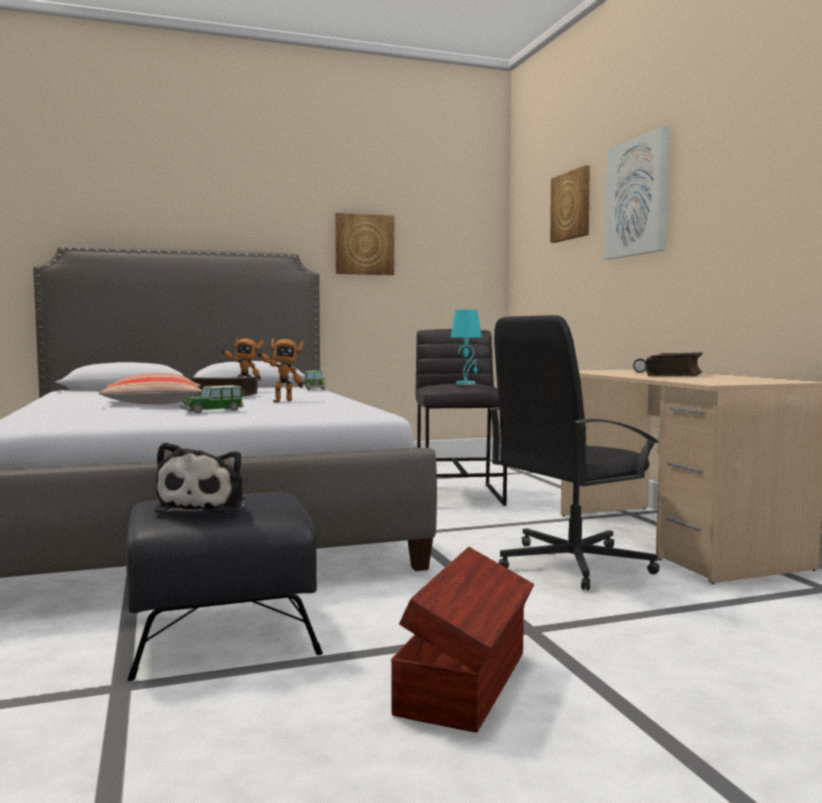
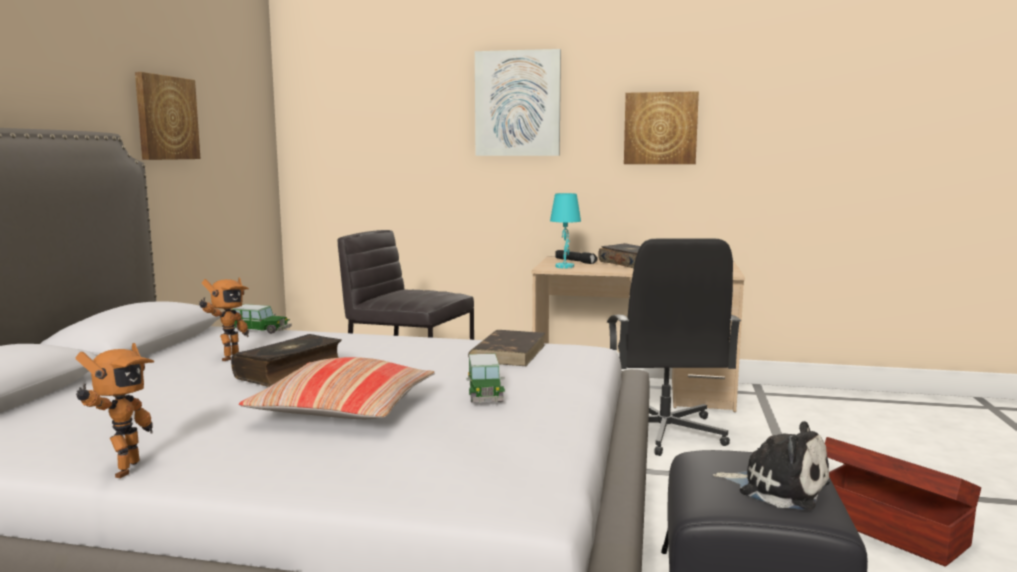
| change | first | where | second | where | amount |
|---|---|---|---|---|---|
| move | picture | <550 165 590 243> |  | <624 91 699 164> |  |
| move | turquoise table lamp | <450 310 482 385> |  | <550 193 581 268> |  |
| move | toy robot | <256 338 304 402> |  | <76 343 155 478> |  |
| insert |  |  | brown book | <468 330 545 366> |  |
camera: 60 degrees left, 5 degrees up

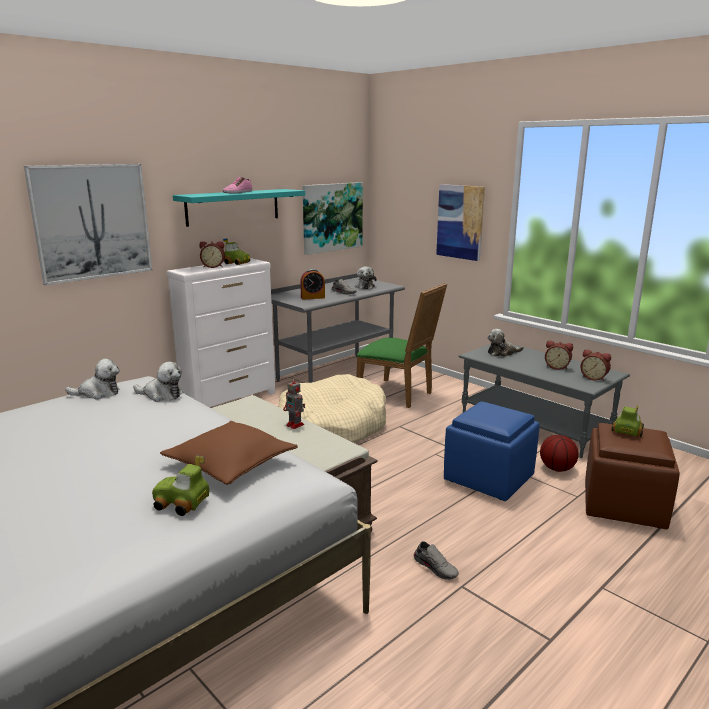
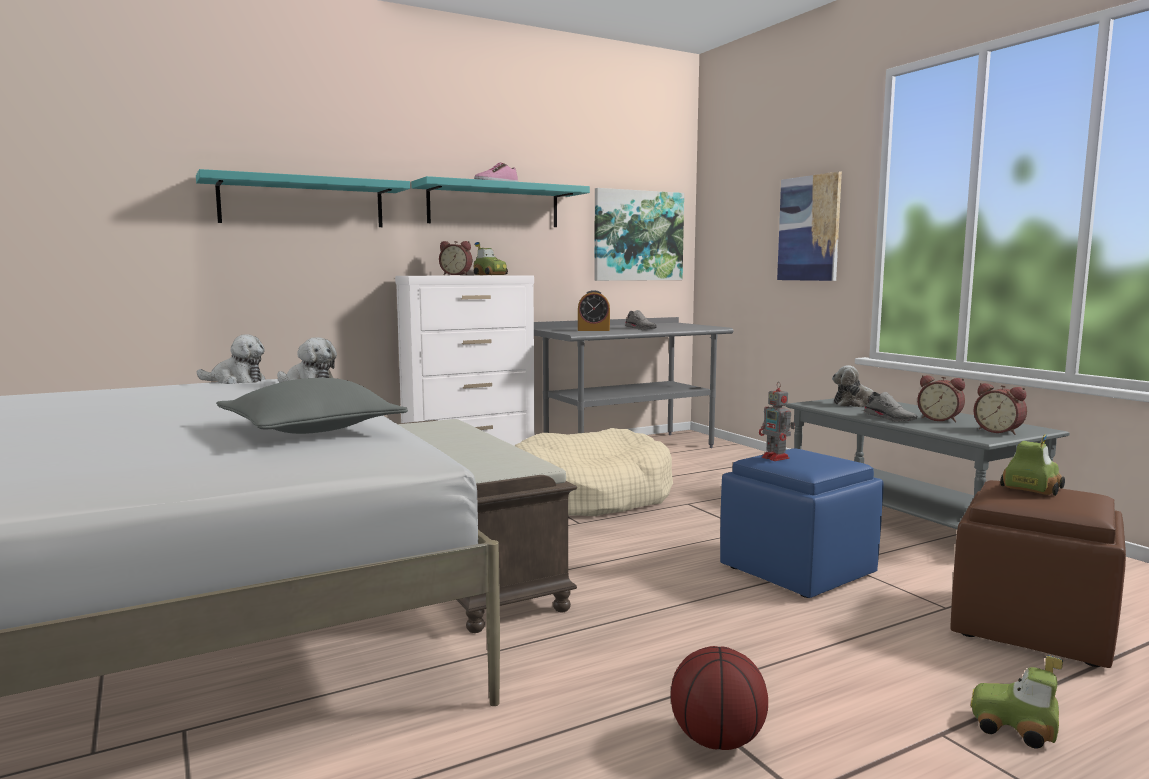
| change | first | where | second | where | amount |
|---|---|---|---|---|---|
| replace | picture | <24 164 152 285> | turquoise shelf | <196 169 410 227> |  |
| delete | plush toy | <355 266 377 289> |  |  |  |
| delete | green chair | <356 283 447 408> |  |  |  |
| move | toy robot | <283 377 305 429> |  | <759 382 795 461> |  |
| recolor | brown pillow | <160 421 298 485> | grey pillow | <216 378 408 434> |  |
| move | basketball | <540 435 579 472> |  | <671 646 768 750> |  |
| move | toy car | <152 455 209 516> |  | <971 655 1063 749> |  |
| move | grey shoe | <413 541 459 580> |  | <864 392 917 422> |  |
camera: 15 degrees right, 10 degrees down

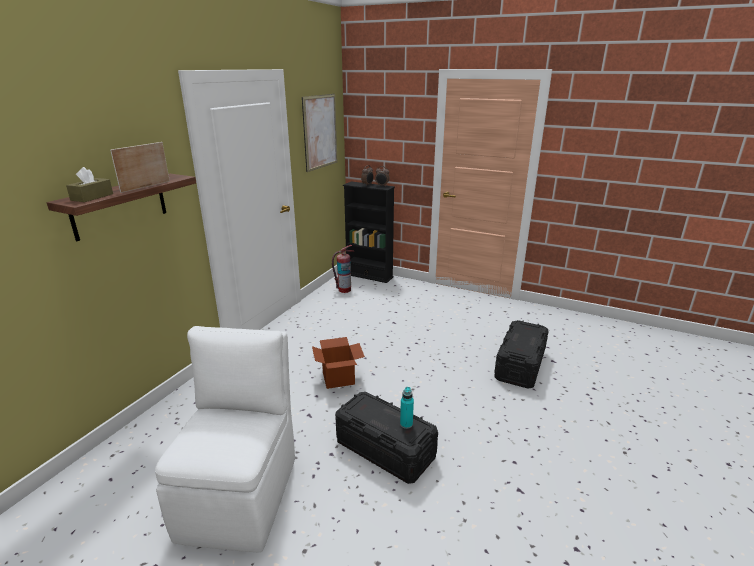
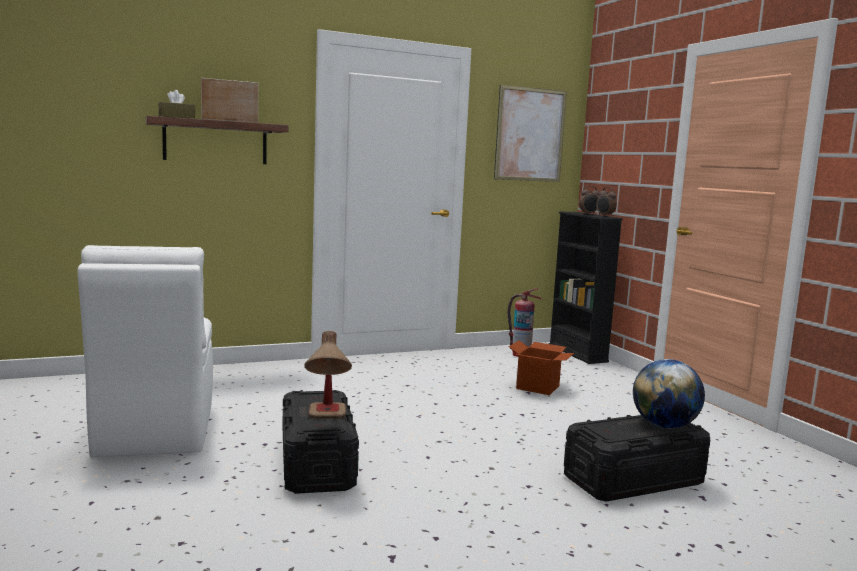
| change | first | where | second | where | amount |
|---|---|---|---|---|---|
| rotate | white chair | <155 326 295 552> |  | <78 245 213 457> | 120 degrees clockwise |
| move | cardboard box | <312 337 365 389> |  | <509 340 574 395> |  |
| replace | turquoise bottle | <400 387 414 429> | table lamp | <305 331 352 419> |  |
| insert |  |  | globe | <633 359 705 428> |  |
camera: 40 degrees right, 15 degrees down

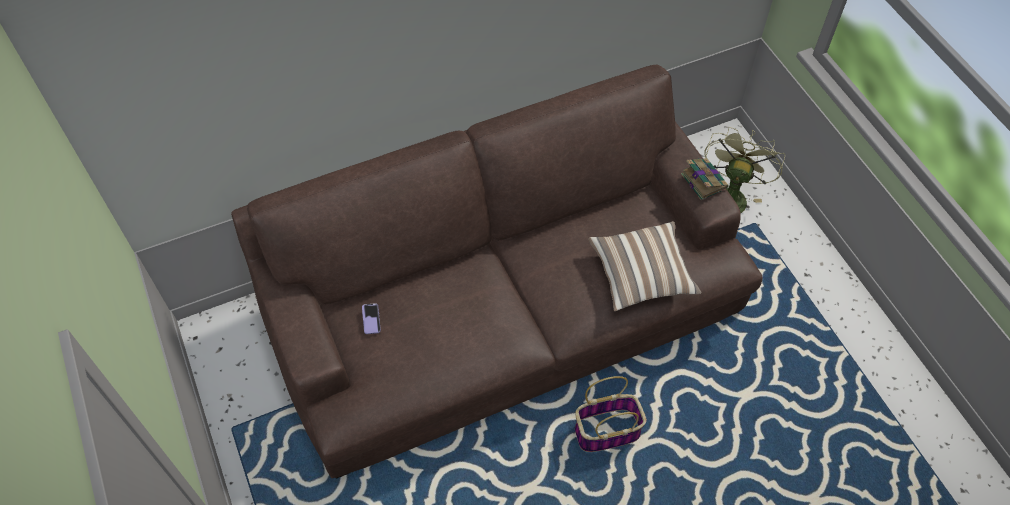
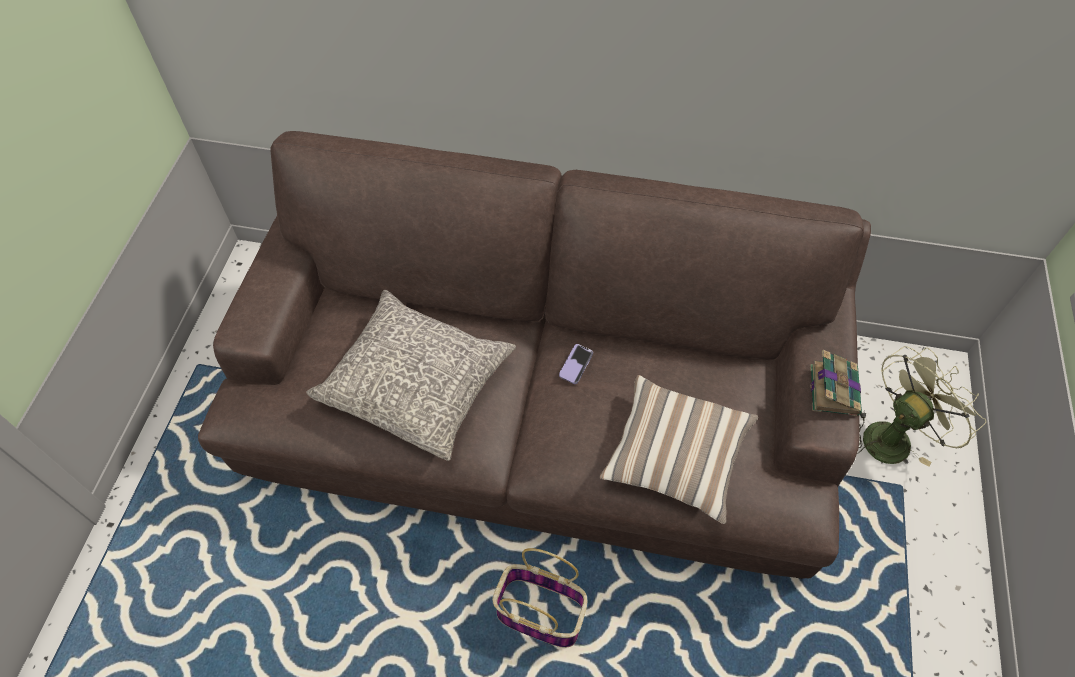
| change | first | where | second | where | amount |
|---|---|---|---|---|---|
| move | phone | <362 303 381 334> |  | <559 344 593 384> |  |
| insert |  |  | grey pillow | <306 290 516 461> |  |
camera: 35 degrees right, 0 degrees up

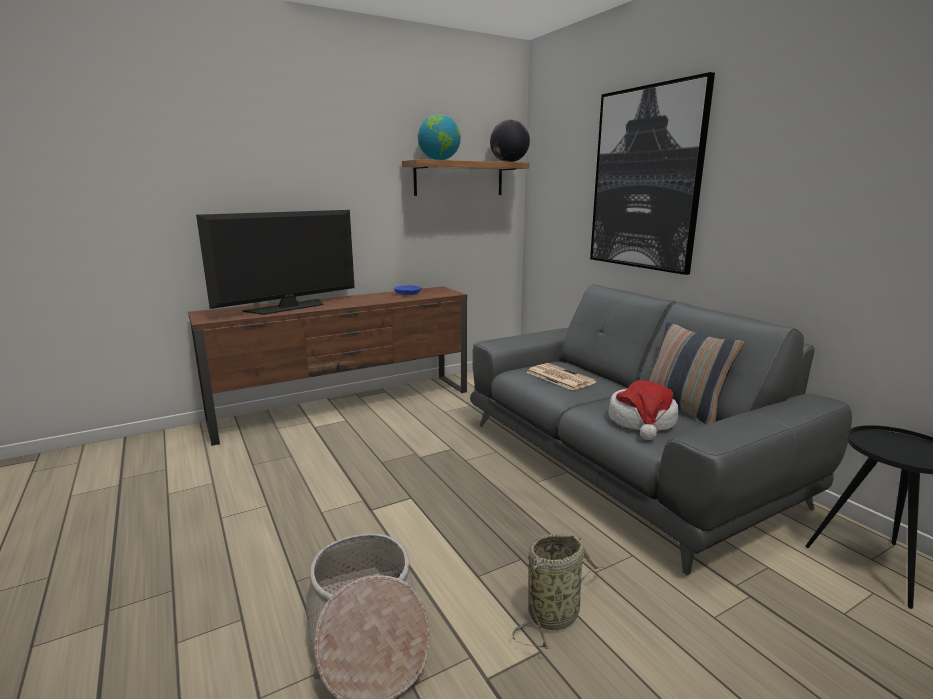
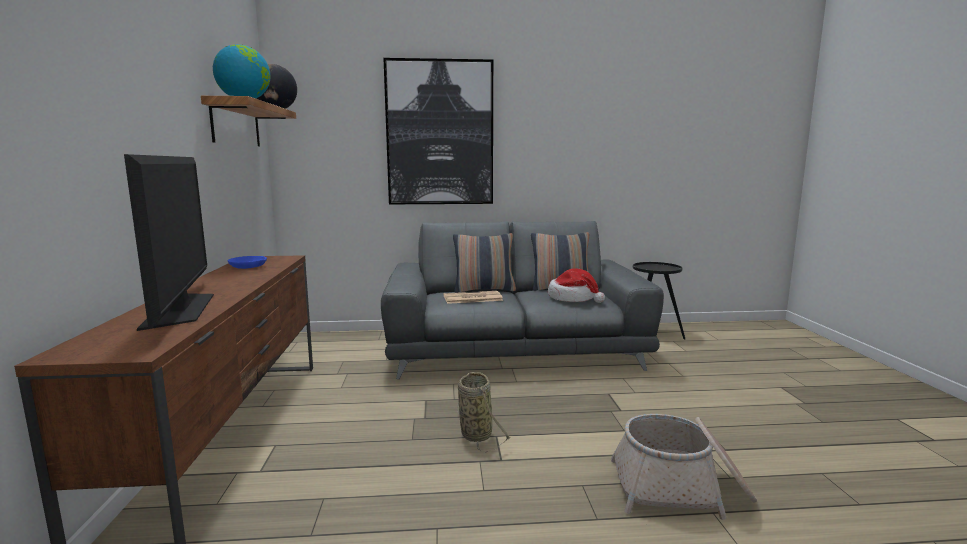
| change | first | where | second | where | amount |
|---|---|---|---|---|---|
| move | basket | <512 534 603 649> |  | <456 372 510 453> |  |
| insert |  |  | pillow | <453 233 516 293> |  |
camera: 65 degrees left, 5 degrees down

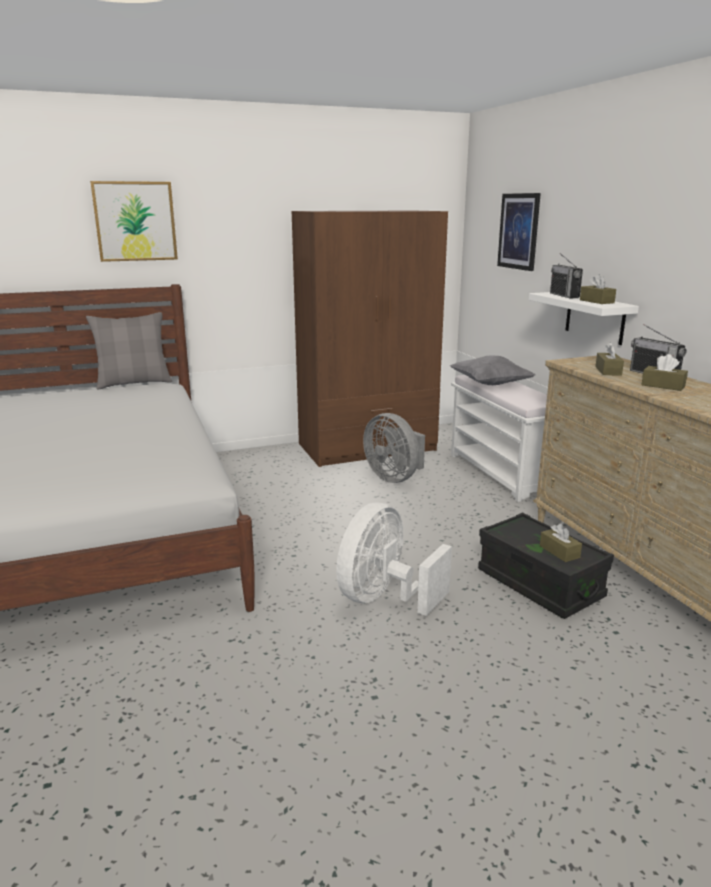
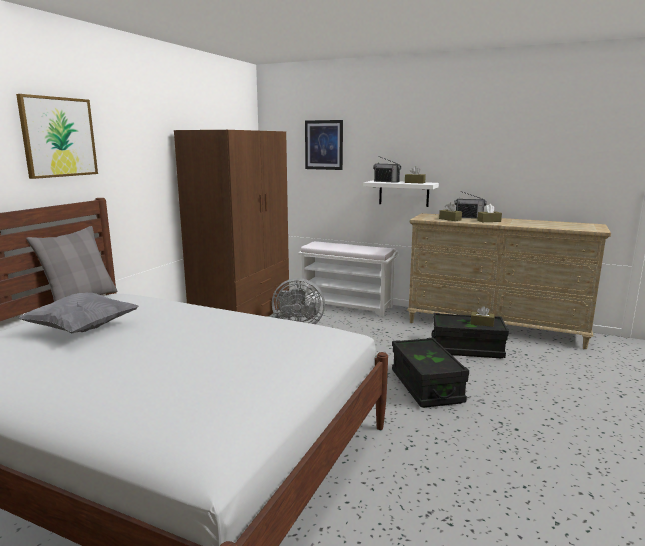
| change | first | where | second | where | amount |
|---|---|---|---|---|---|
| move | grey pillow | <450 356 535 385> |  | <19 293 139 334> |  |
| replace | white fan | <336 503 452 616> | black storage box | <392 337 469 408> |  |
camera: 45 degrees left, 5 degrees down

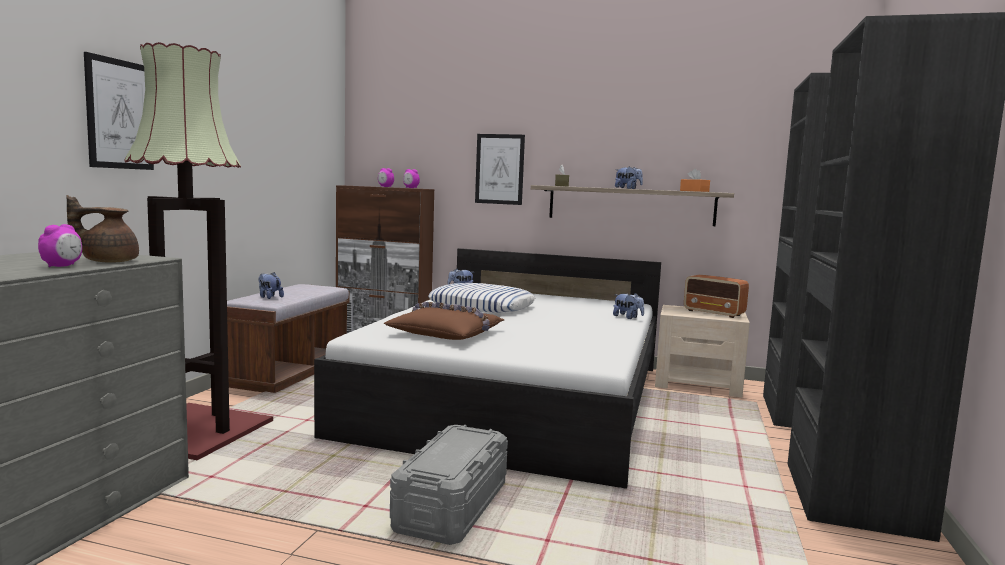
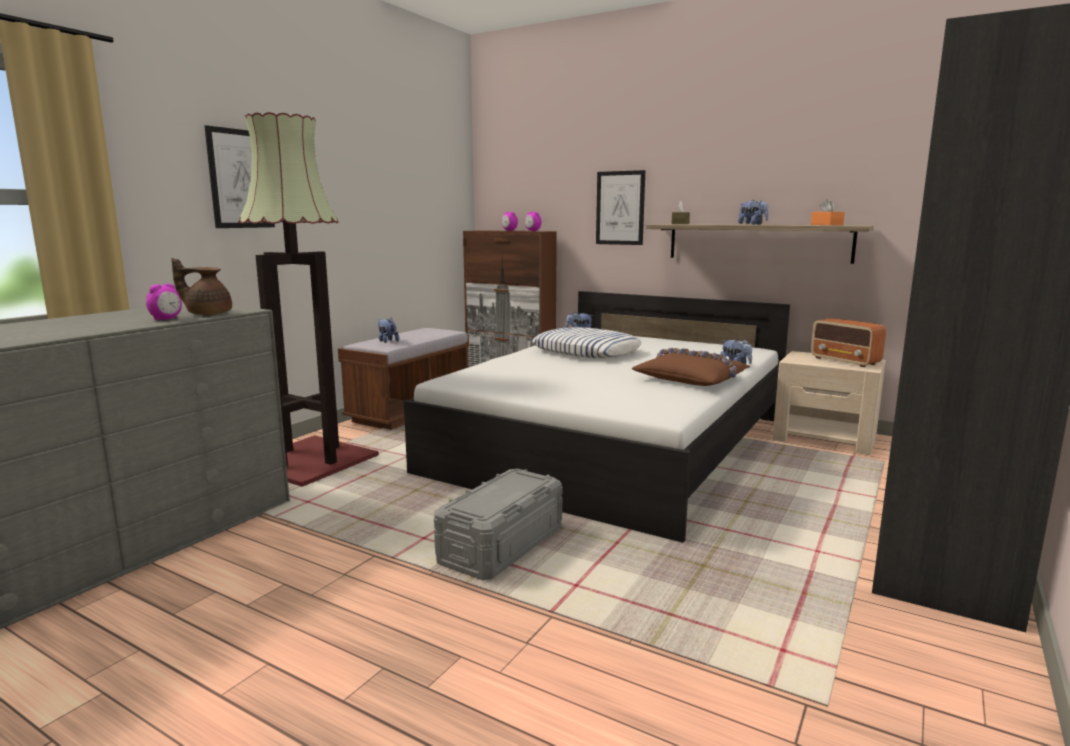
| change | first | where | second | where | amount |
|---|---|---|---|---|---|
| move | brown pillow | <384 302 504 340> |  | <631 348 750 386> |  |
camera: 15 degrees right, 5 degrees up

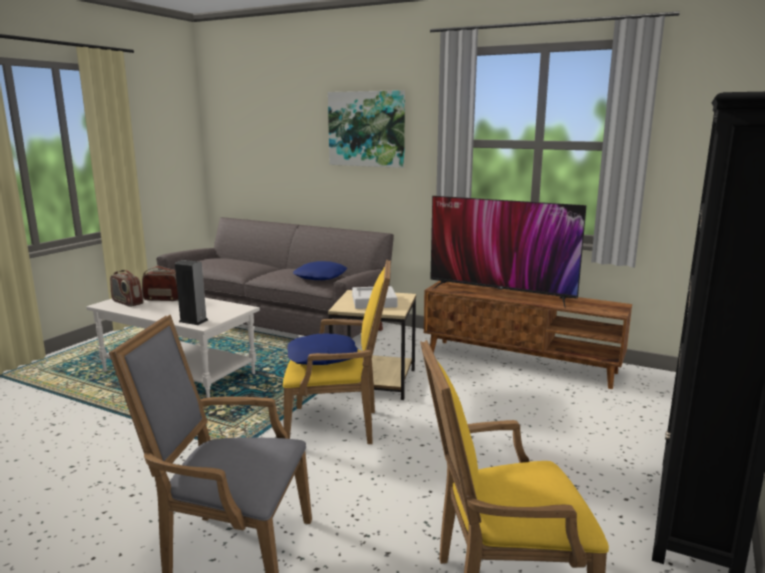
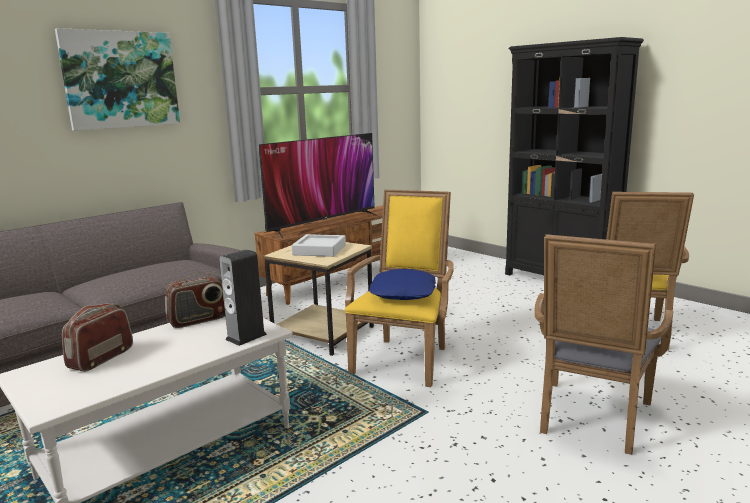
| change | first | where | second | where | amount |
|---|---|---|---|---|---|
| delete | blue pillow | <293 261 347 280> |  |  |  |
| move | radio | <110 270 143 307> |  | <165 272 225 328> |  |
camera: 70 degrees left, 0 degrees up

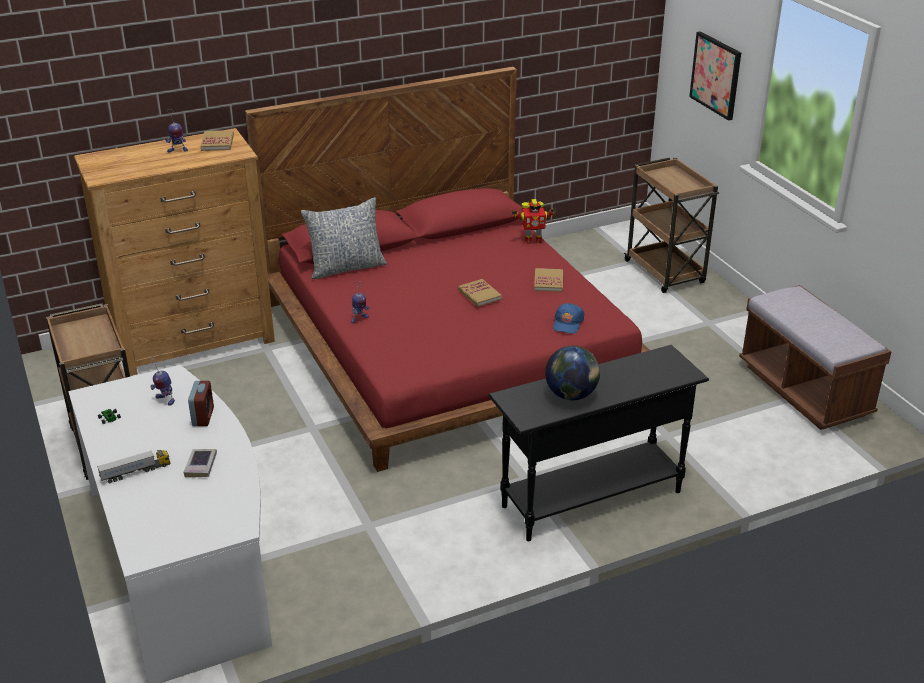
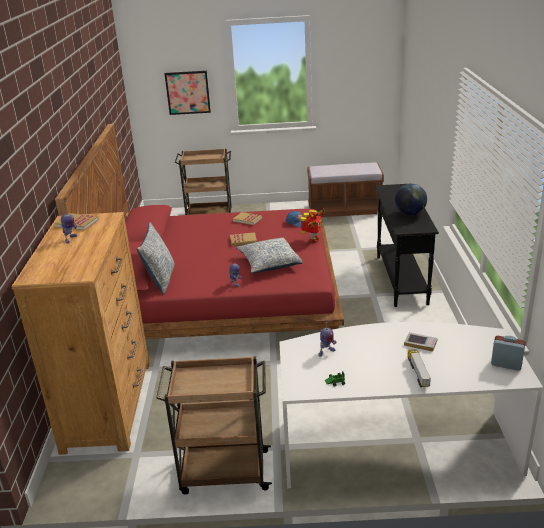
| change | first | where | second | where | amount |
|---|---|---|---|---|---|
| move | toy robot | <511 199 556 244> |  | <301 208 325 243> |  |
| move | alarm clock | <188 381 214 426> |  | <491 336 526 371> |  |
| insert |  |  | pillow | <236 238 303 273> |  |
camera: 65 degrees left, 5 degrees down

